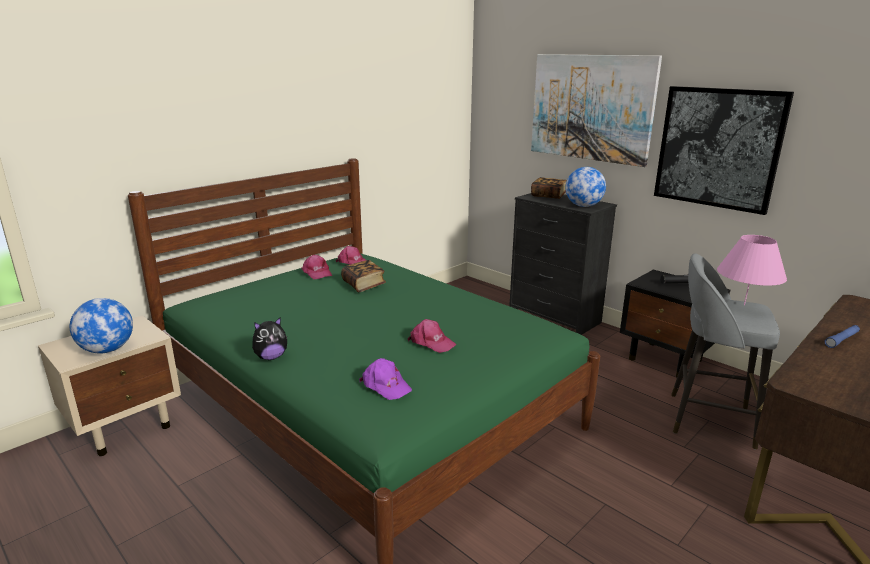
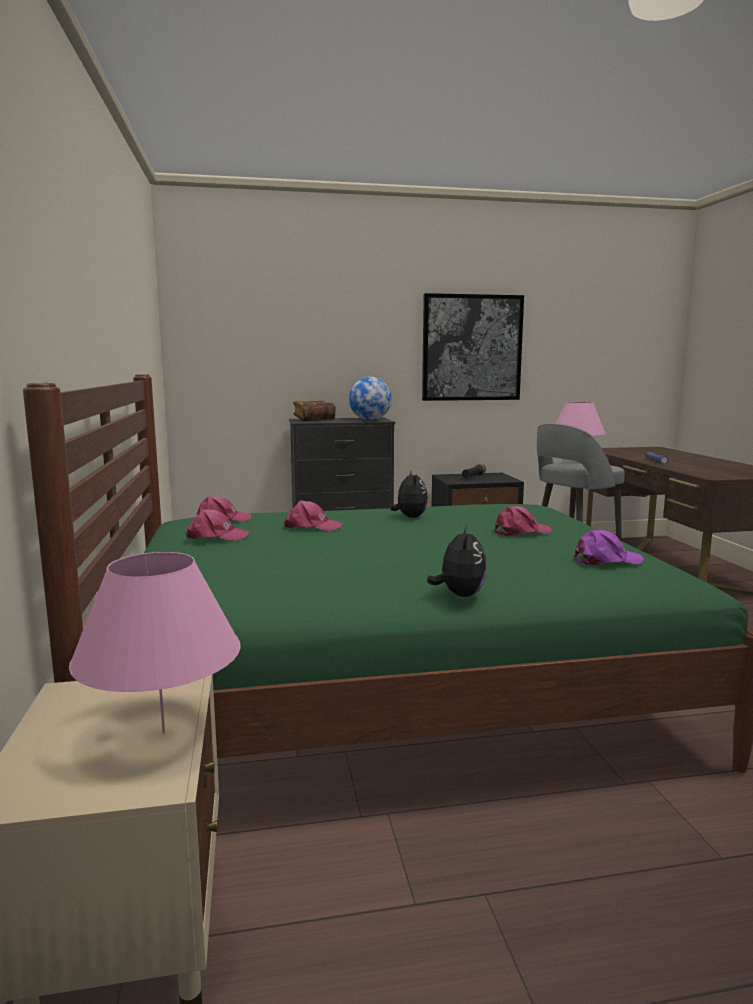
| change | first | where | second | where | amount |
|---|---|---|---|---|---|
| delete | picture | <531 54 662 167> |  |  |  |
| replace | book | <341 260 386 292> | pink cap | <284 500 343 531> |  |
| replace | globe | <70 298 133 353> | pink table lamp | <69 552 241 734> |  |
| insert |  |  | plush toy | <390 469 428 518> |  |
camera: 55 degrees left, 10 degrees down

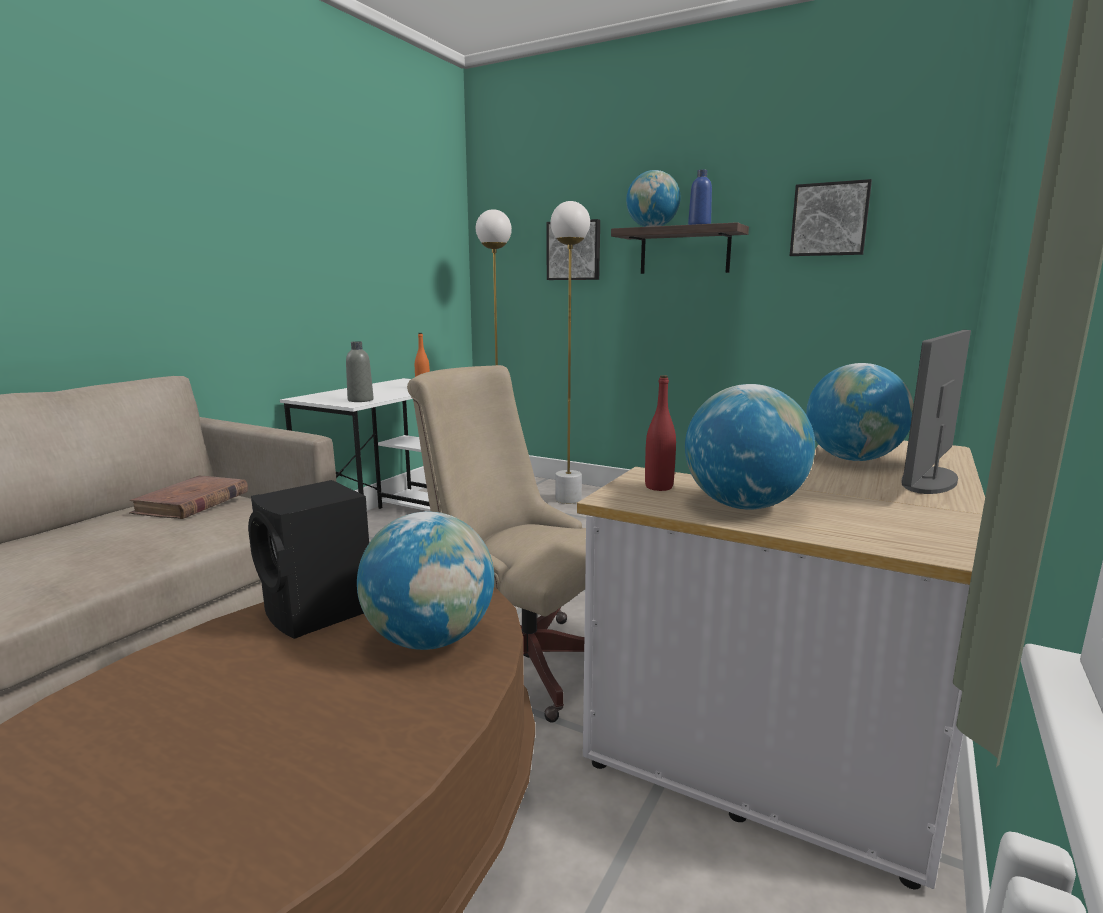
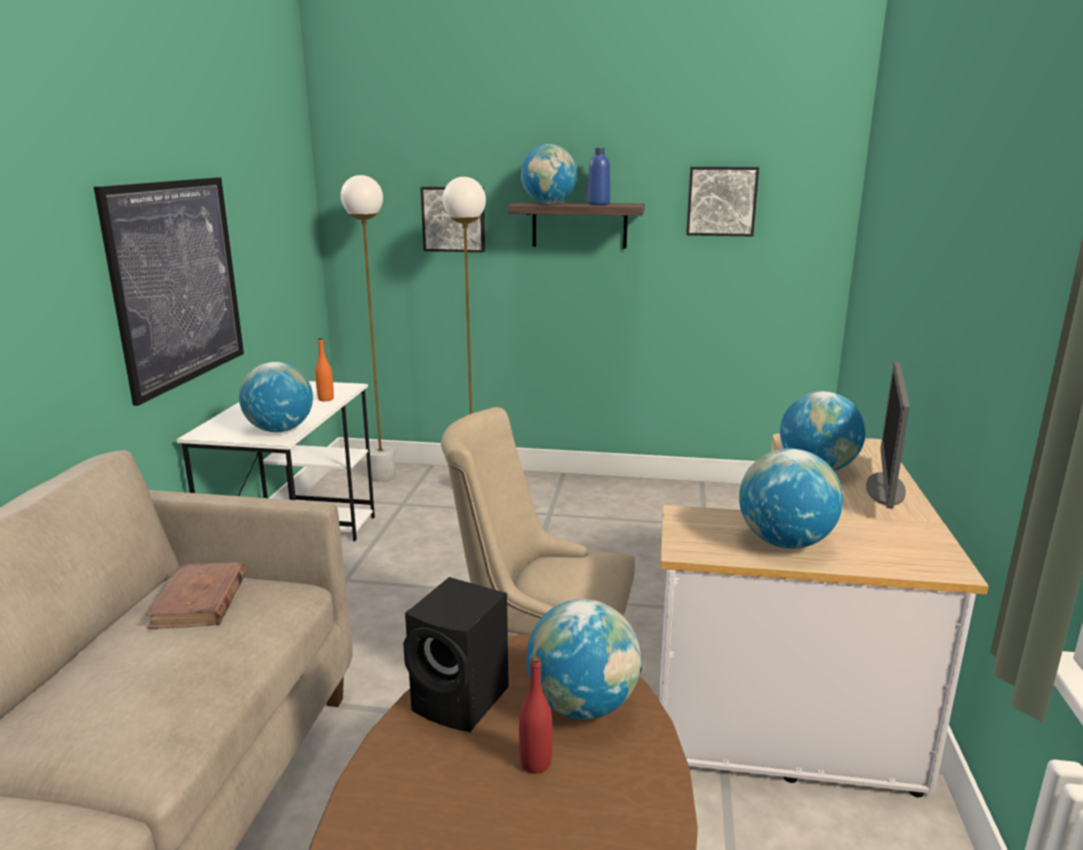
| change | first | where | second | where | amount |
|---|---|---|---|---|---|
| replace | grey bottle | <346 341 374 402> | globe | <239 362 313 432> |  |
| move | red bottle | <645 375 676 491> |  | <519 656 552 773> |  |
| insert |  |  | picture | <94 177 244 406> |  |
camera: 20 degrees left, 5 degrees up

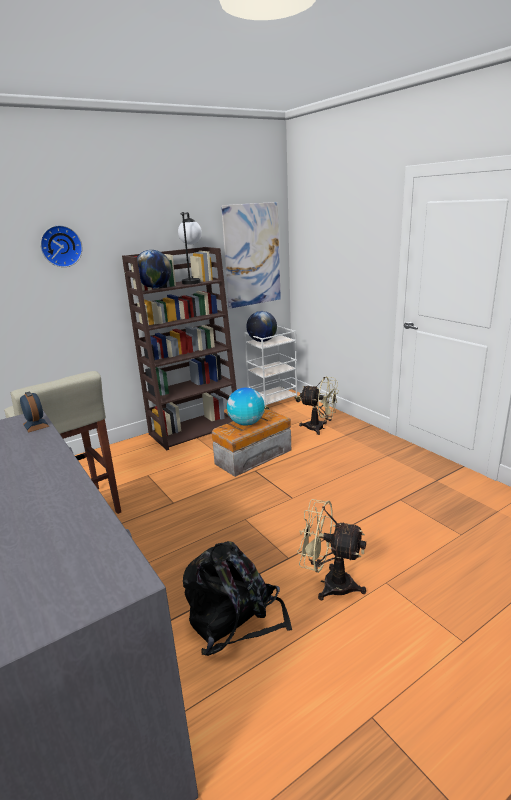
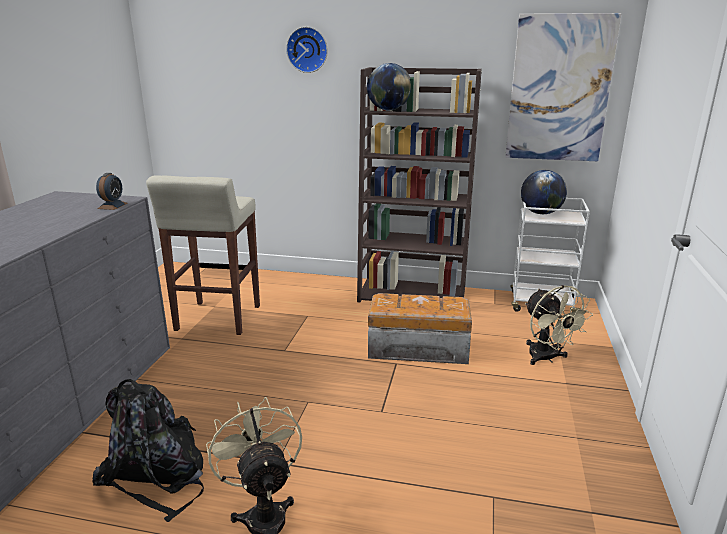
| change | first | where | second | where | amount |
|---|---|---|---|---|---|
| delete | table lamp | <178 212 202 285> |  |  |  |
| delete | globe | <227 388 265 426> |  |  |  |
camera: 45 degrees right, 0 degrees up

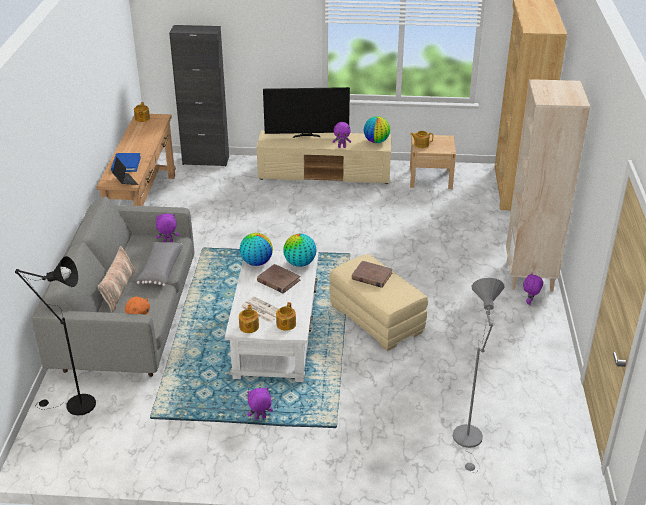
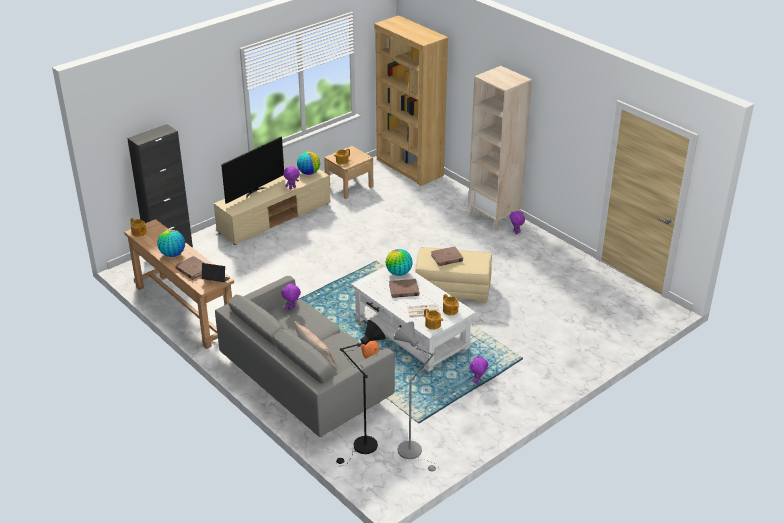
| change | first | where | second | where | amount |
|---|---|---|---|---|---|
| recolor | blue book | <111 153 141 172> | brown book | <175 256 204 280> |  |
| move | globe | <240 233 273 266> |  | <157 230 185 257> |  |
| delete | grey pillow | <135 242 183 286> |  |  |  |
| move | grey floor lamp | <453 278 505 473> |  | <394 321 439 471> |  |
camera: 45 degrees left, 0 degrees up

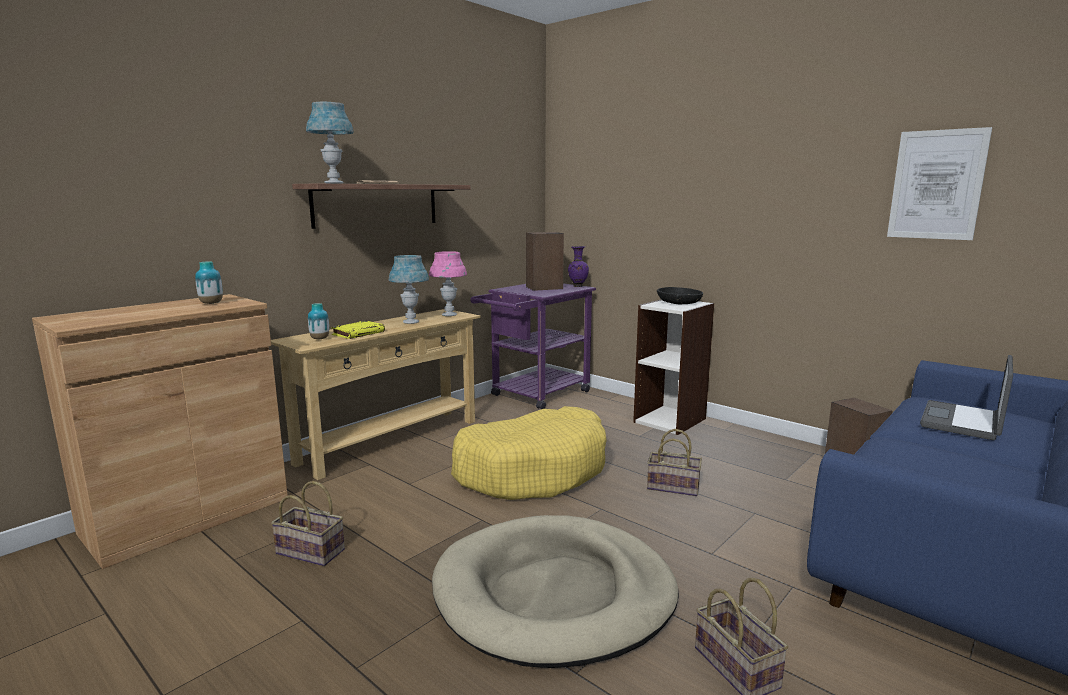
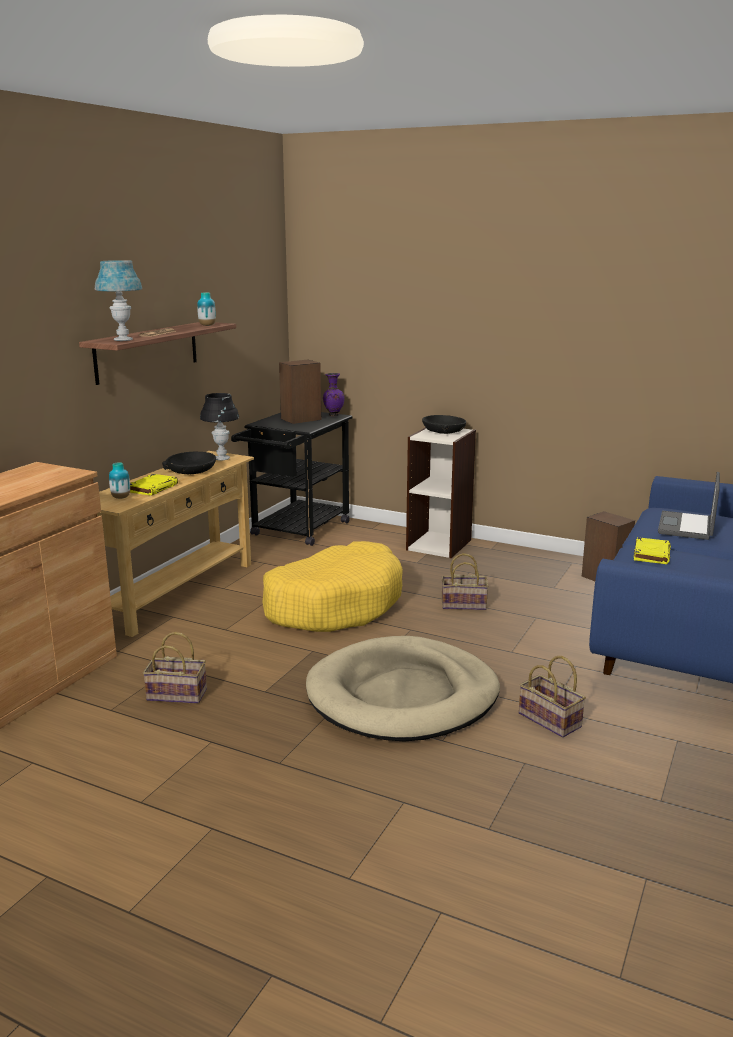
| change | first | where | second | where | amount |
|---|---|---|---|---|---|
| delete | picture | <887 127 992 240> |  |  |  |
| recolor | pink table lamp | <429 251 467 316> | black table lamp | <200 393 239 460> |  |
| replace | blue table lamp | <389 255 429 324> | black bowl | <162 452 216 474> |  |
| move | vase | <195 261 223 304> |  | <197 293 216 326> |  |
| recolor | purple cart | <470 283 596 409> | black cart | <231 412 353 546> |  |
| insert |  |  | yellow book | <634 537 671 564> |  |
camera: 15 degrees left, 5 degrees up

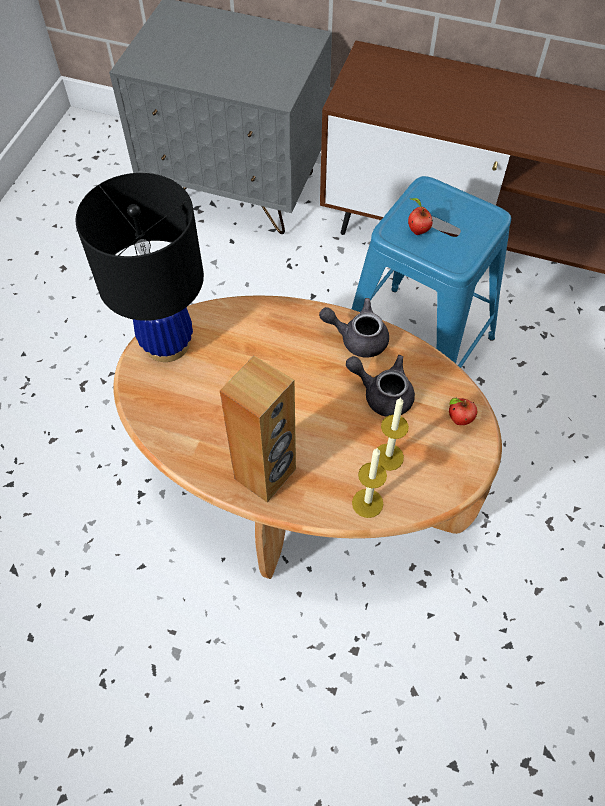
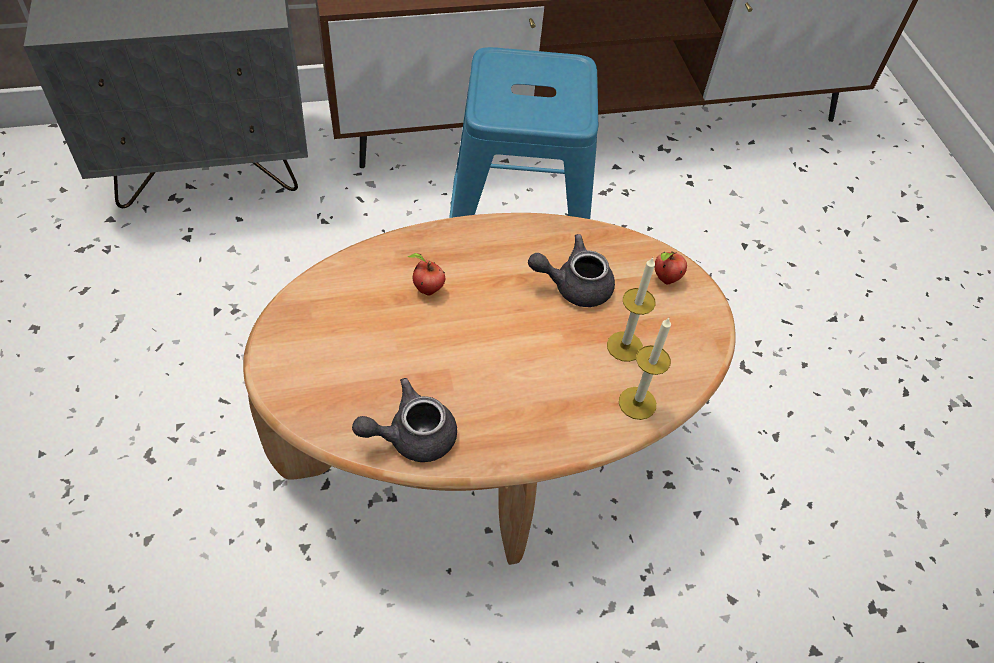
| change | first | where | second | where | amount |
|---|---|---|---|---|---|
| delete | black table lamp | <76 173 204 362> |  |  |  |
| move | apple | <408 198 433 235> |  | <407 253 445 296> |  |
| move | grey teapot | <319 298 389 358> |  | <352 378 457 462> |  |
| delete | brown speaker | <220 356 296 503> |  |  |  |
camera: 35 degrees left, 5 degrees down

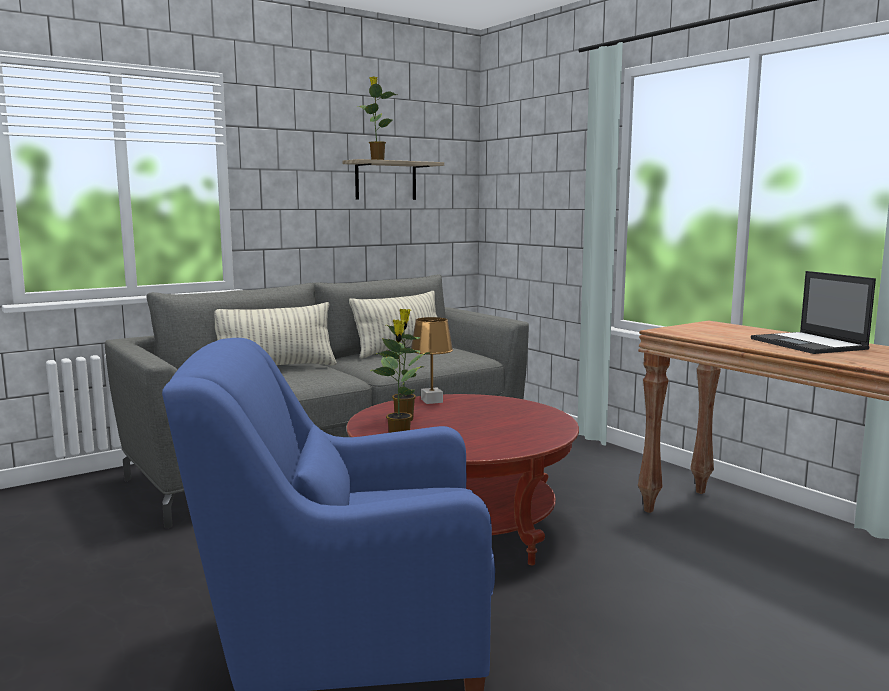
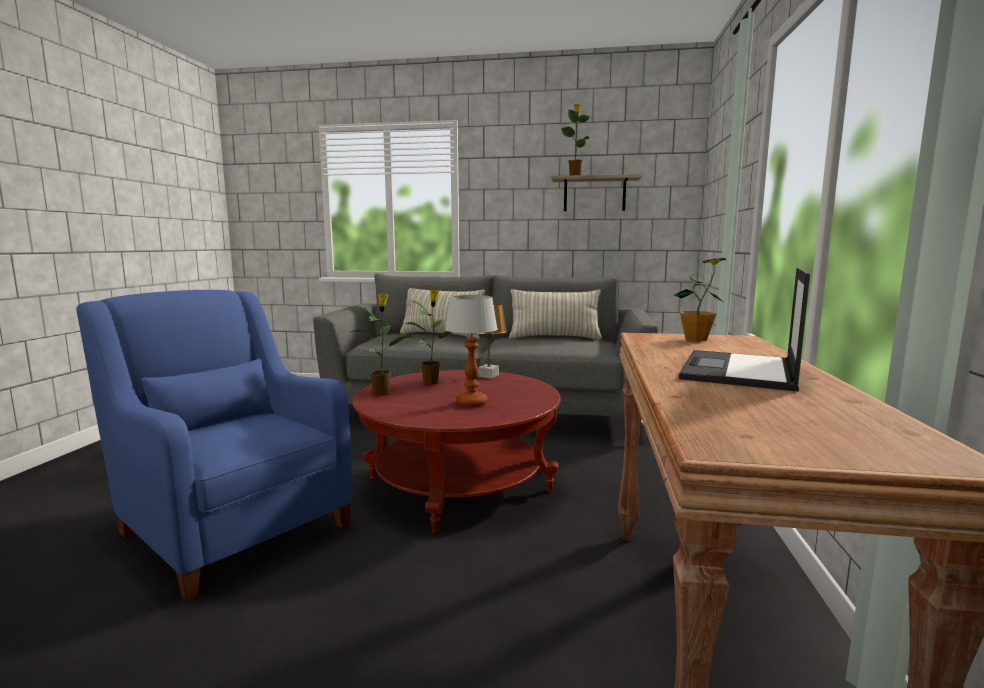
| change | first | where | second | where | amount |
|---|---|---|---|---|---|
| insert |  |  | potted plant | <675 258 726 342> |  |
| insert |  |  | table lamp | <445 295 498 407> |  |
camera: 45 degrees right, 0 degrees up

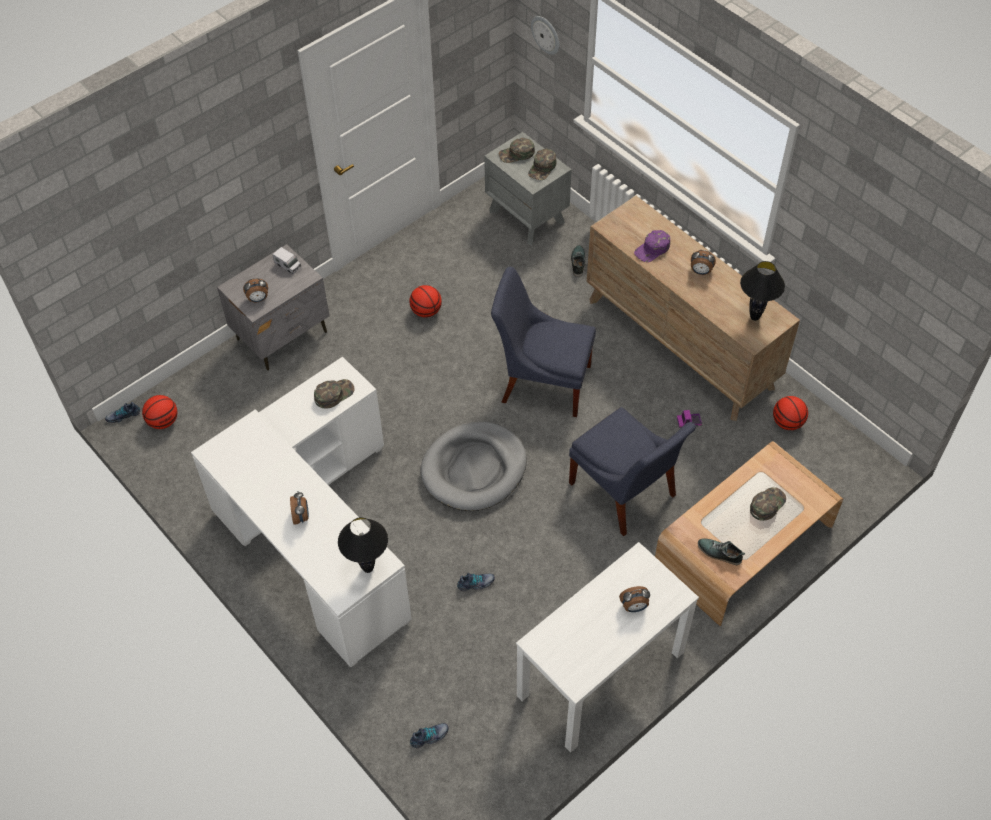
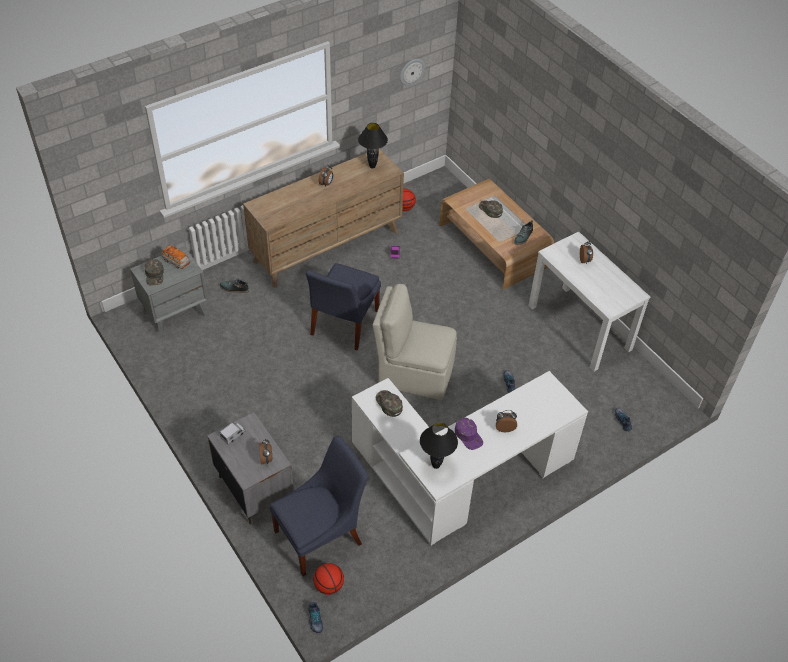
| change | first | where | second | where | amount |
|---|---|---|---|---|---|
| move | wall clock | <531 16 559 55> |  | <400 59 425 86> |  |
| replace | green cap | <528 149 556 180> | toy car | <162 245 190 269> |  |
| move | purple cap | <634 230 670 262> |  | <455 418 483 450> |  |
| delete | basketball | <409 285 442 318> |  |  |  |
| move | blue chair | <569 407 696 536> |  | <269 436 368 576> |  |
| replace | grey dog bed | <420 421 527 511> | beige chair | <373 284 457 400> |  |
| move | black table lamp | <338 517 388 573> |  | <420 423 458 469> |  |
camera: 85 degrees left, 5 degrees down

